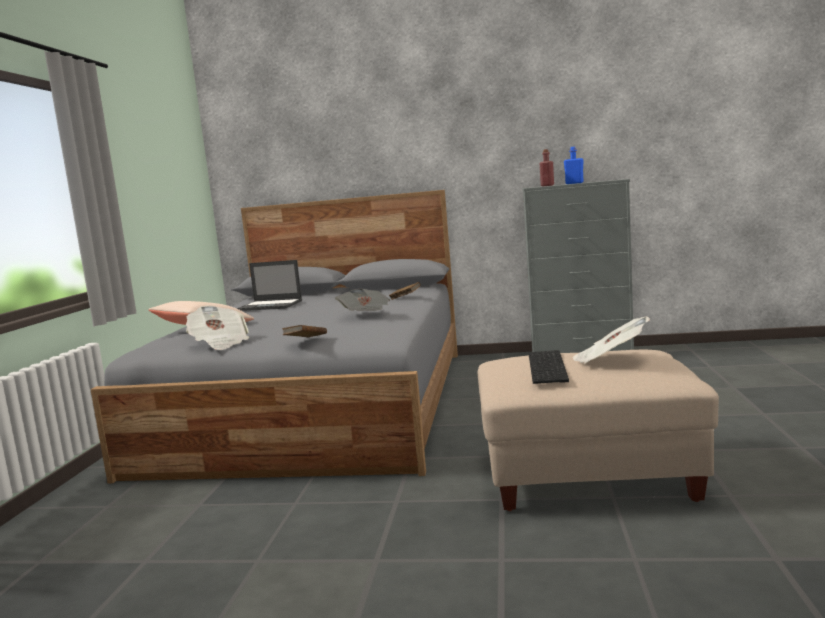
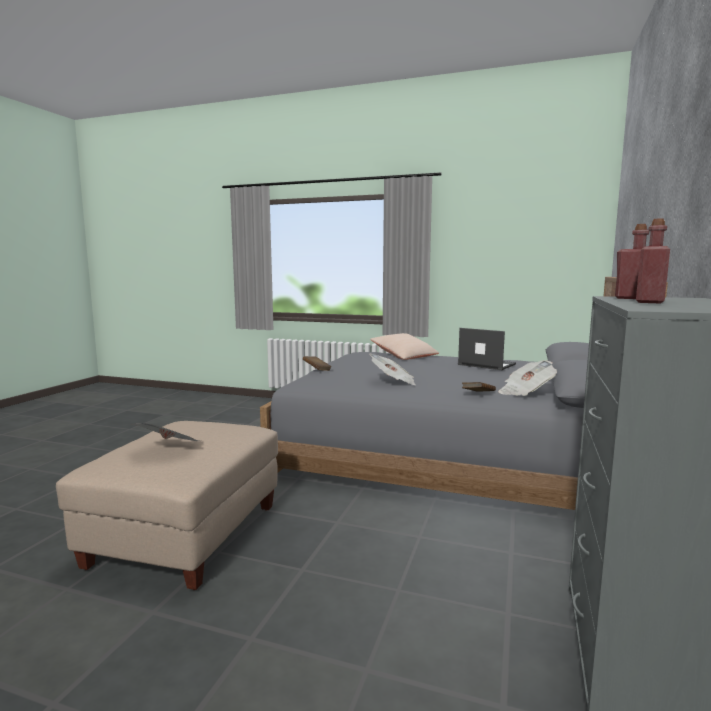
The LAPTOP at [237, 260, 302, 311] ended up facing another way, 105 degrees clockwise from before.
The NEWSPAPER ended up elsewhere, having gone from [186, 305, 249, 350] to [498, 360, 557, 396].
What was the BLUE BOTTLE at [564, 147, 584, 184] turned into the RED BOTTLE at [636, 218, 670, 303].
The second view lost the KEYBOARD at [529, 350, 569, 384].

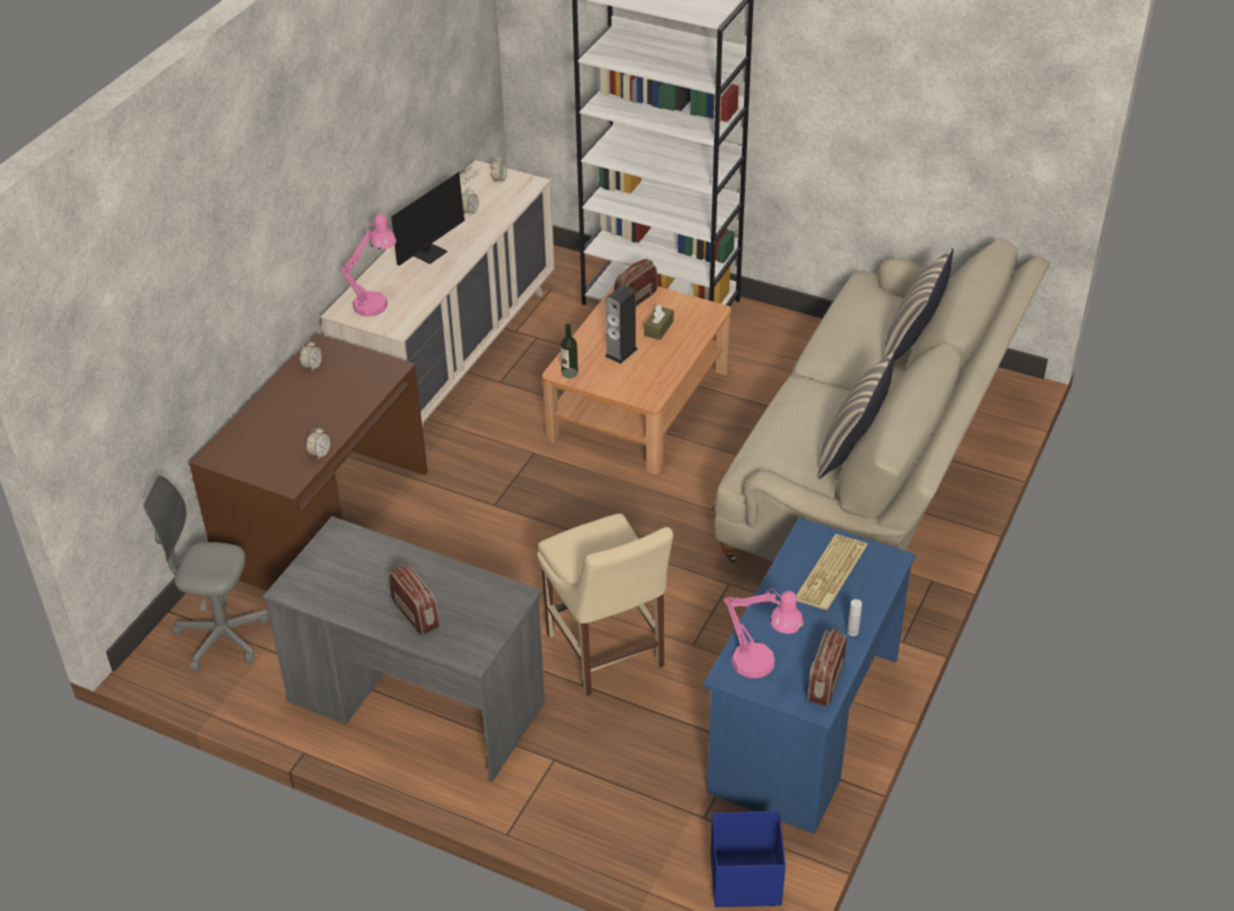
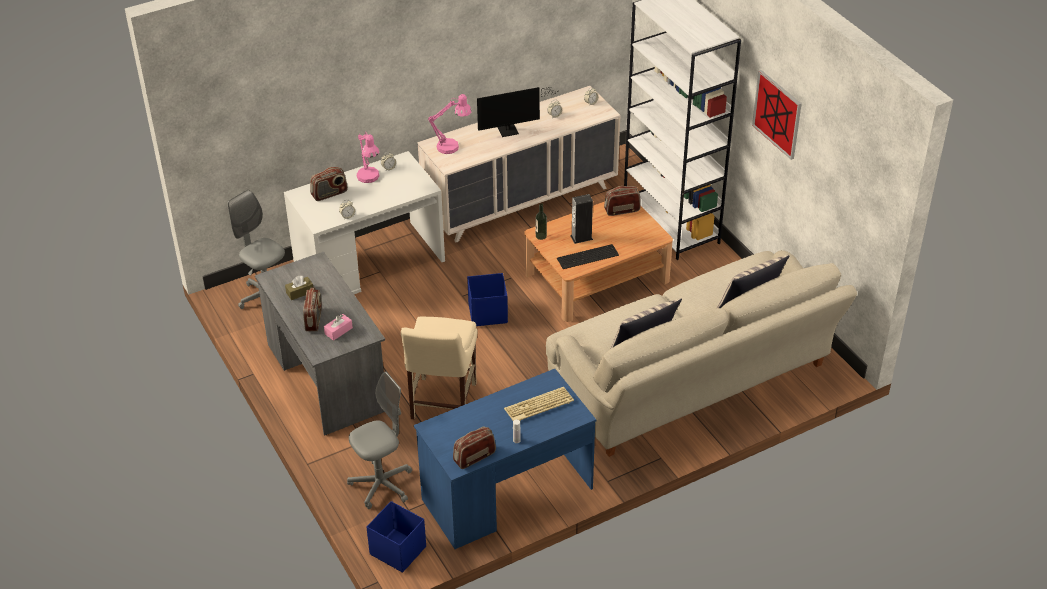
What was the BROWN DESK at [189, 333, 428, 591] turned into the WHITE DESK at [284, 151, 445, 294].
The BROWN TISSUE BOX ended up elsewhere, having gone from [644, 304, 674, 340] to [285, 276, 313, 300].
The second view gained the RADIO at [310, 167, 348, 201].
The second view gained the PINK TISSUE BOX at [324, 314, 353, 341].
The second view gained the GREY OFFICE CHAIR at [347, 371, 412, 509].
The PINK TABLE LAMP ended up elsewhere, having gone from [724, 589, 804, 678] to [356, 132, 379, 183].
The second view gained the BLUE STORAGE BOX at [467, 273, 508, 326].
The second view gained the KEYBOARD at [557, 244, 619, 269].
The second view gained the PICTURE at [752, 70, 801, 160].

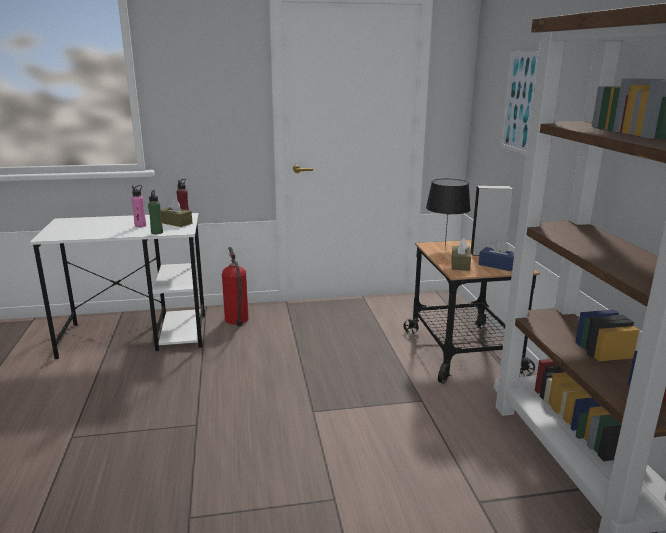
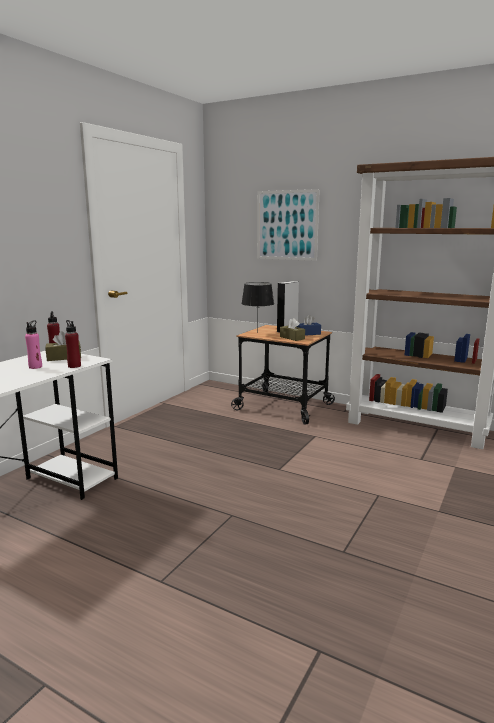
What was the GREEN BOTTLE at [148, 190, 163, 234] turned into the RED BOTTLE at [65, 320, 81, 368].
The second view lost the FIRE EXTINGUISHER at [222, 247, 249, 326].

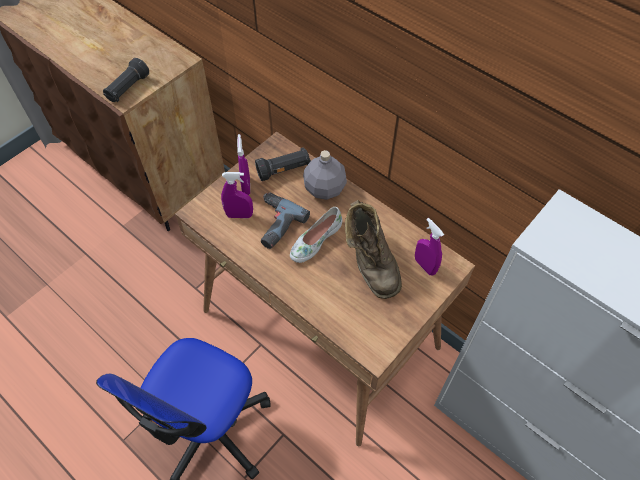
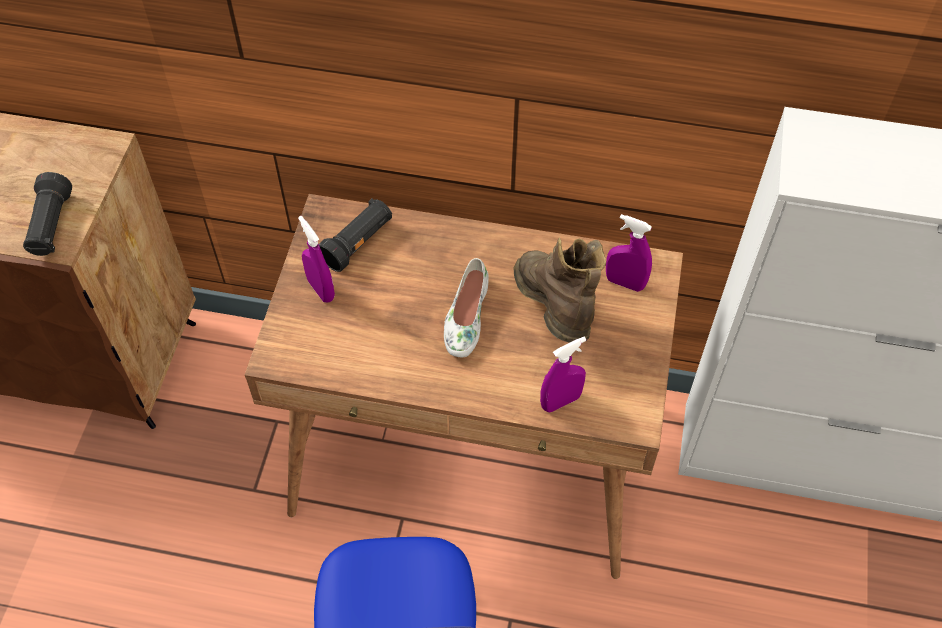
The BROWN BOOT at [345, 200, 402, 299] ended up facing another way, 150 degrees counterclockwise from before.
The PURPLE SPRAY BOTTLE ended up elsewhere, having gone from [221, 172, 253, 218] to [540, 337, 586, 413].
The second view lost the POWER DRILL at [261, 193, 310, 249].
The second view lost the GREY BOTTLE at [303, 150, 347, 200].

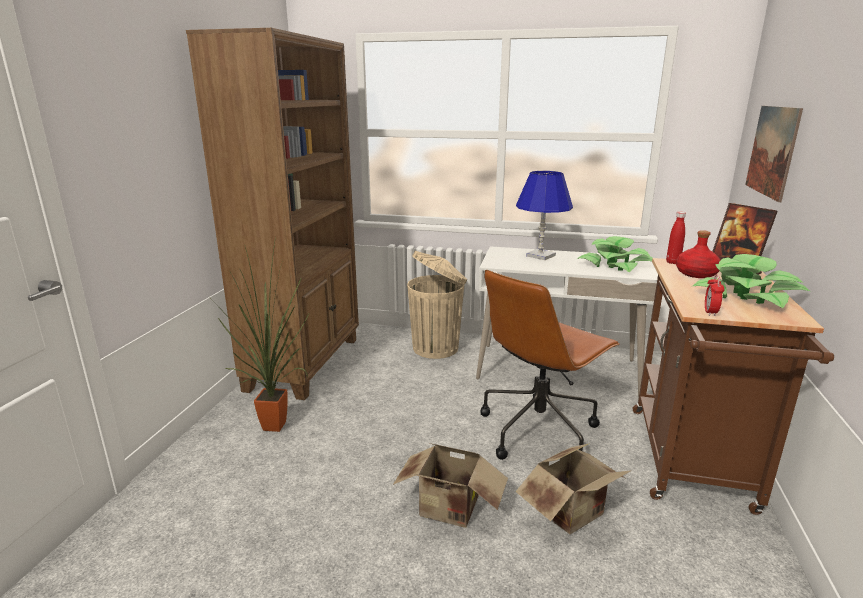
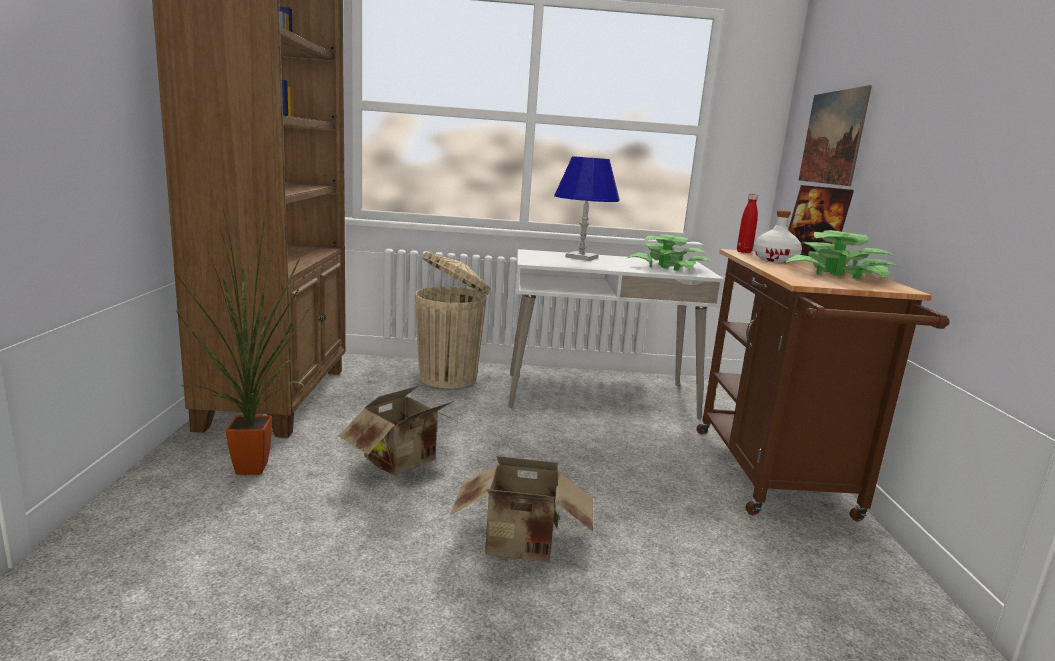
The CARDBOARD BOX ended up elsewhere, having gone from [516, 443, 632, 534] to [339, 385, 459, 475].
What was the RED BOTTLE at [676, 230, 721, 278] turned into the WHITE BOTTLE at [753, 210, 802, 263].
The second view lost the BROWN OFFICE CHAIR at [481, 270, 620, 460].
The second view lost the ALARM CLOCK at [705, 274, 724, 317].

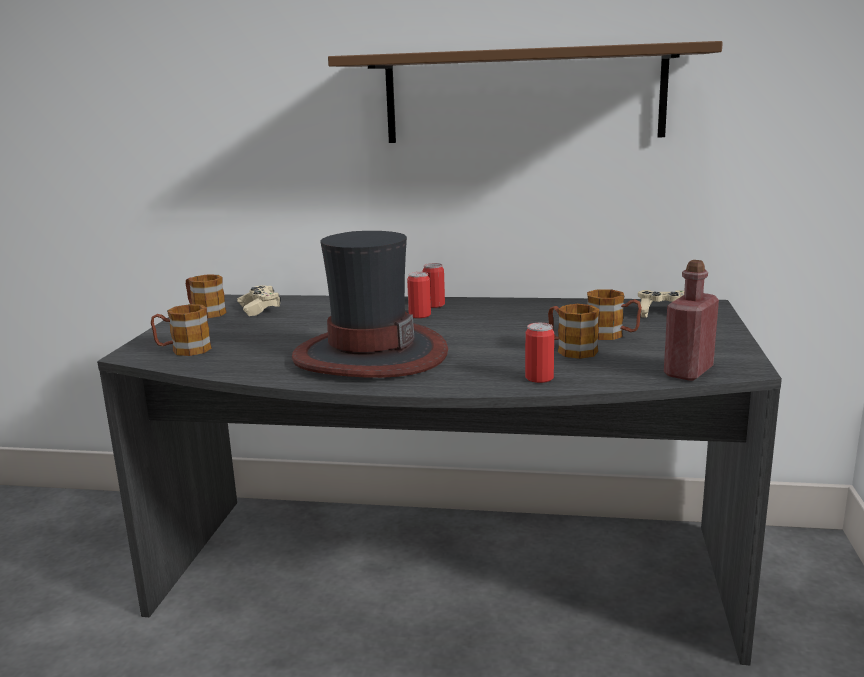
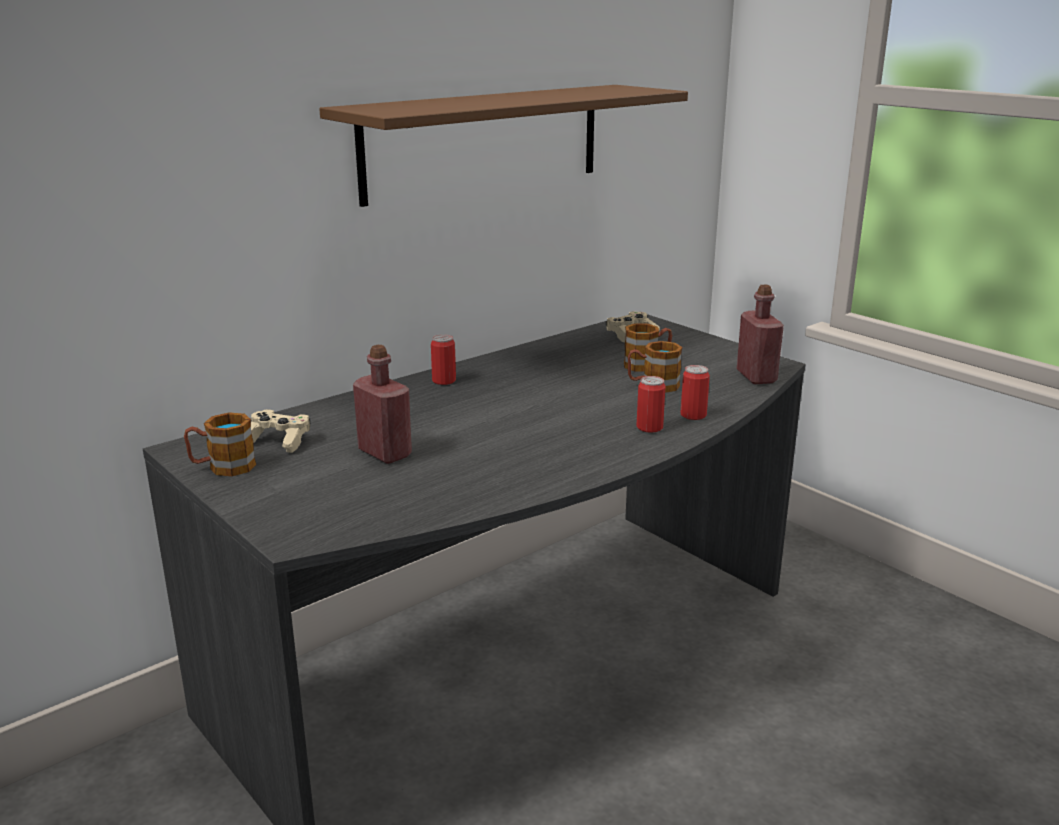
The second view gained the RED BOTTLE at [353, 345, 412, 464].
The CAN ended up elsewhere, having gone from [407, 272, 431, 318] to [636, 376, 665, 433].
The second view lost the MUG at [151, 304, 212, 356].
The second view lost the HAT at [292, 231, 448, 378].

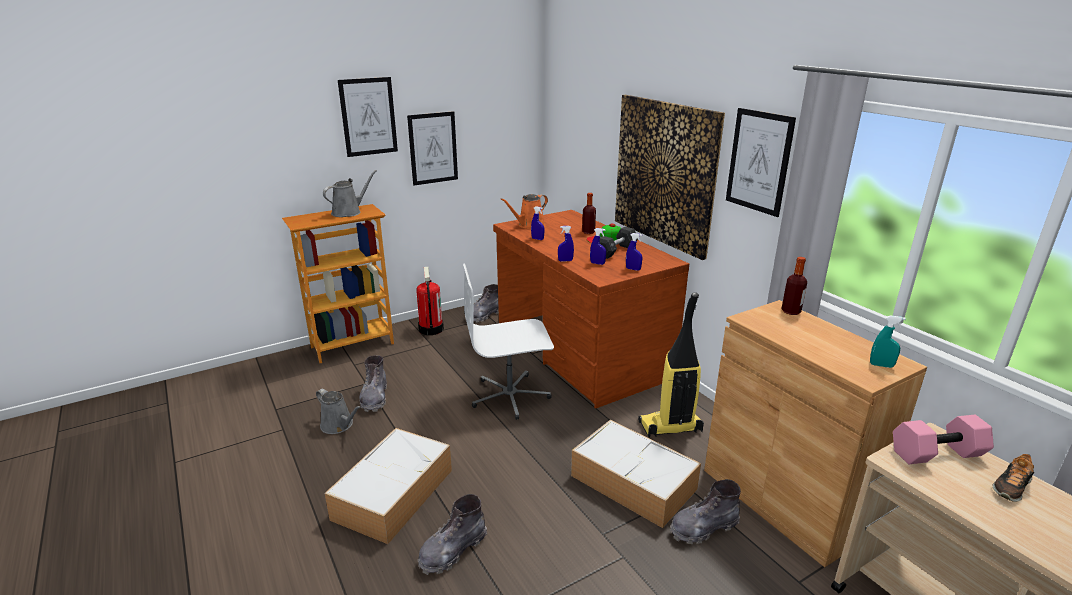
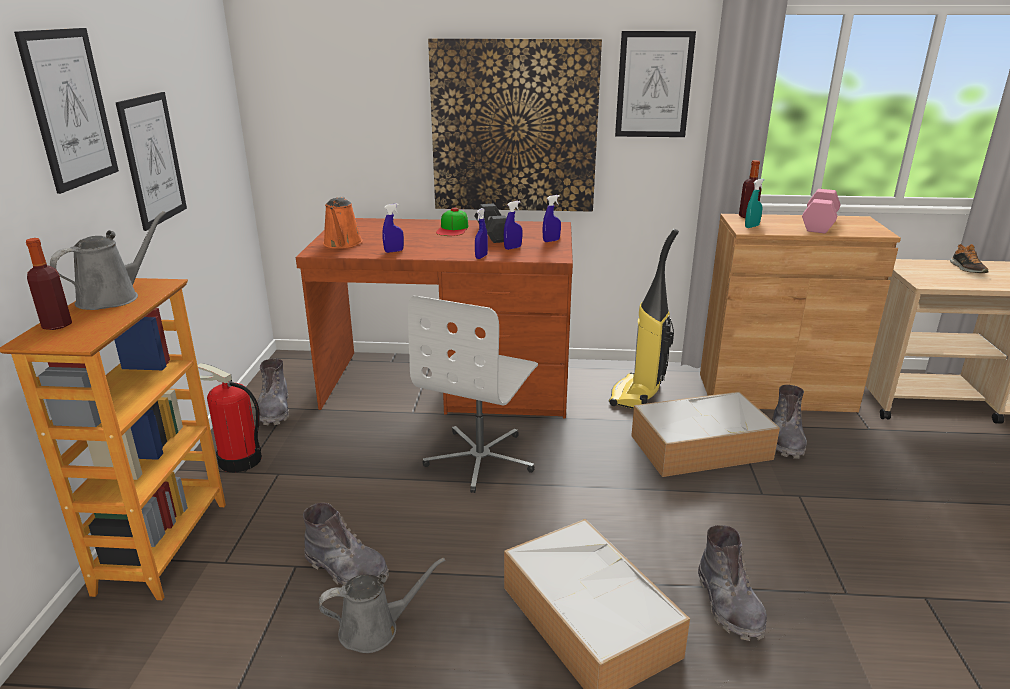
The BOTTLE ended up elsewhere, having gone from [582, 193, 596, 234] to [26, 238, 72, 330].
The GREY WATERING CAN at [323, 170, 377, 217] ended up facing another way, 45 degrees clockwise from before.
The TURQUOISE SPRAY BOTTLE ended up elsewhere, having gone from [870, 315, 906, 368] to [745, 179, 765, 228].
The PINK DUMBBELL ended up elsewhere, having gone from [893, 414, 994, 464] to [802, 189, 840, 233].

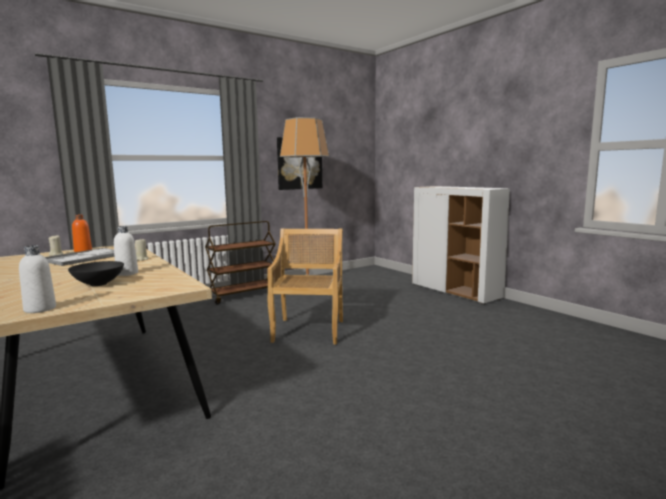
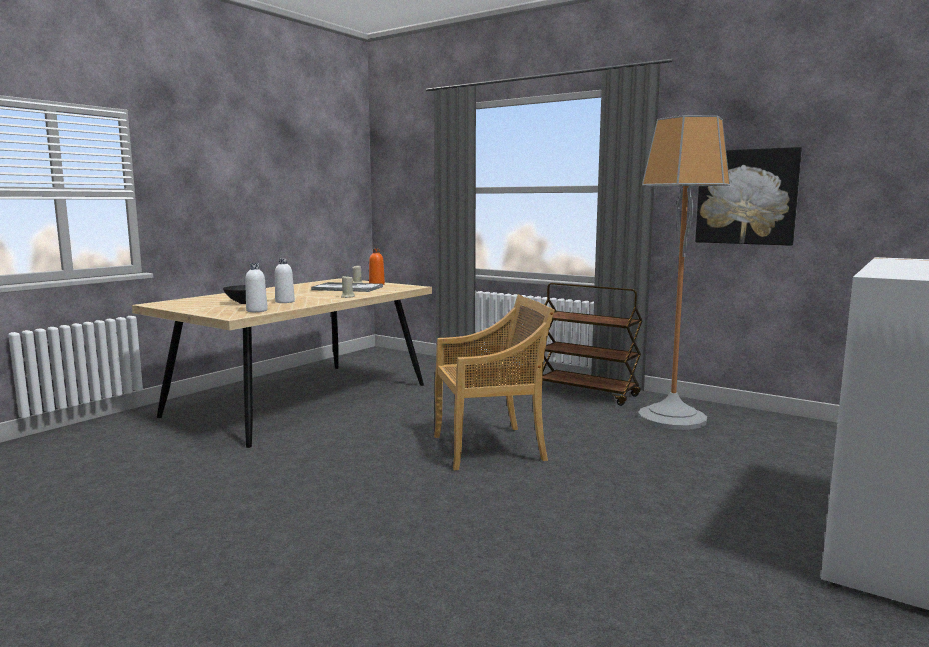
The WHITE BOTTLE ended up elsewhere, having gone from [19, 245, 56, 313] to [245, 263, 268, 312].

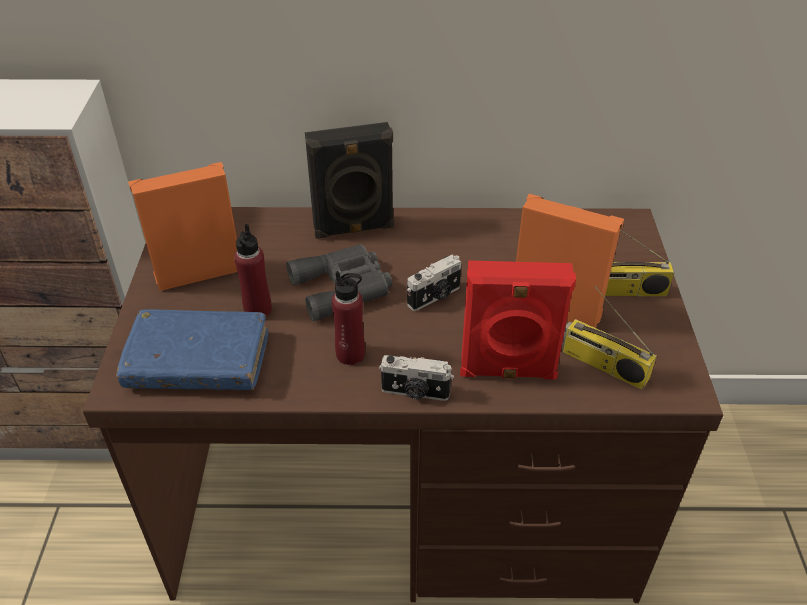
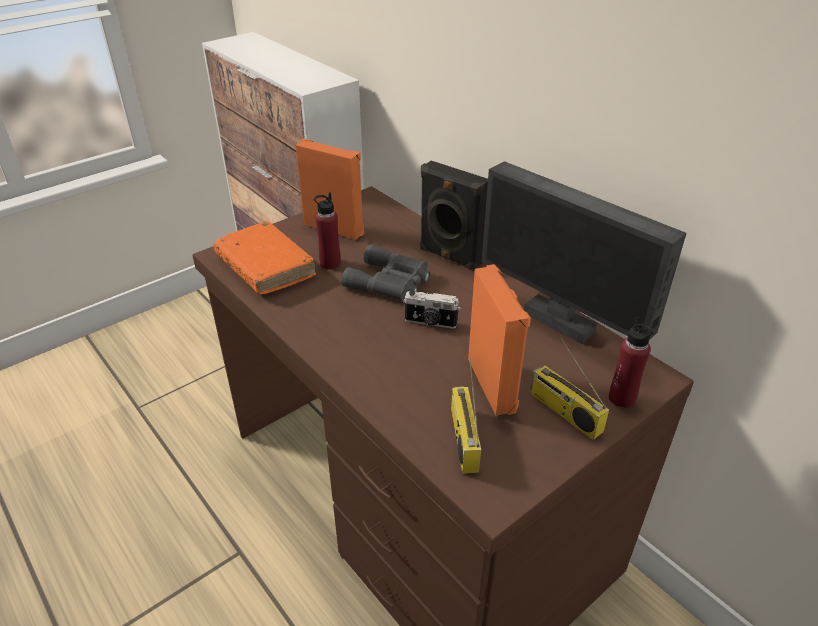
What was the BLUE BOOK at [116, 309, 268, 390] turned into the ORANGE BOOK at [214, 221, 316, 295].
The second view gained the MONITOR at [482, 161, 686, 344].
The RED BOTTLE ended up elsewhere, having gone from [332, 271, 365, 365] to [609, 317, 654, 408].
The second view lost the PHOTO CAMERA at [379, 355, 454, 401].
The second view lost the RED SPEAKER at [460, 260, 576, 379].

